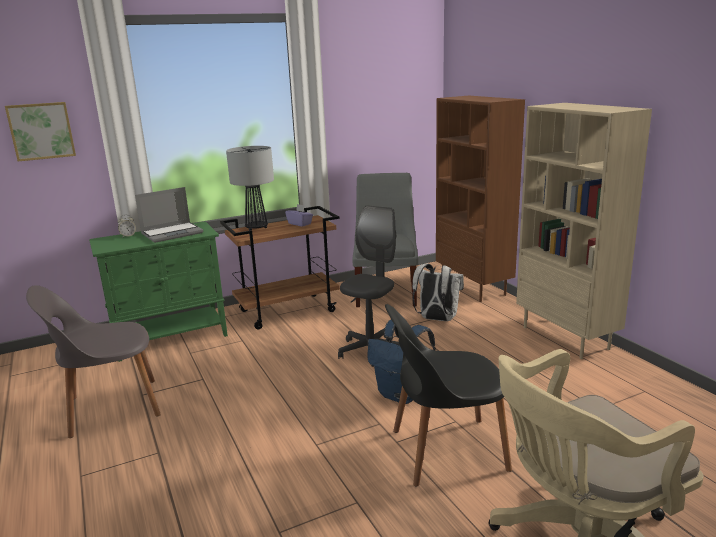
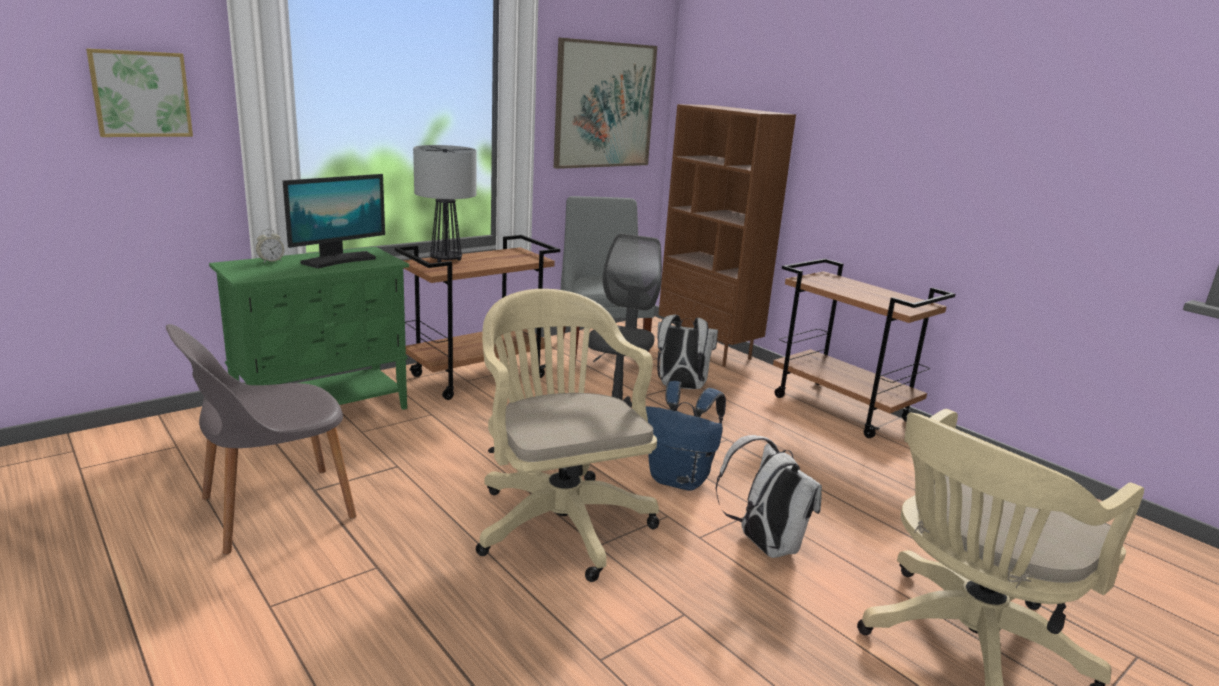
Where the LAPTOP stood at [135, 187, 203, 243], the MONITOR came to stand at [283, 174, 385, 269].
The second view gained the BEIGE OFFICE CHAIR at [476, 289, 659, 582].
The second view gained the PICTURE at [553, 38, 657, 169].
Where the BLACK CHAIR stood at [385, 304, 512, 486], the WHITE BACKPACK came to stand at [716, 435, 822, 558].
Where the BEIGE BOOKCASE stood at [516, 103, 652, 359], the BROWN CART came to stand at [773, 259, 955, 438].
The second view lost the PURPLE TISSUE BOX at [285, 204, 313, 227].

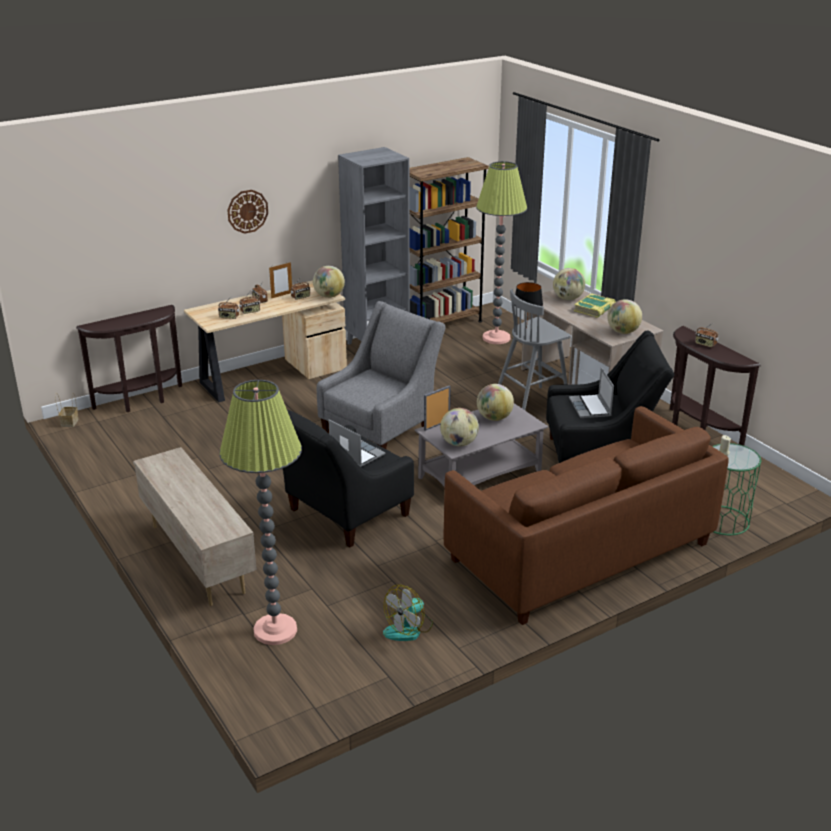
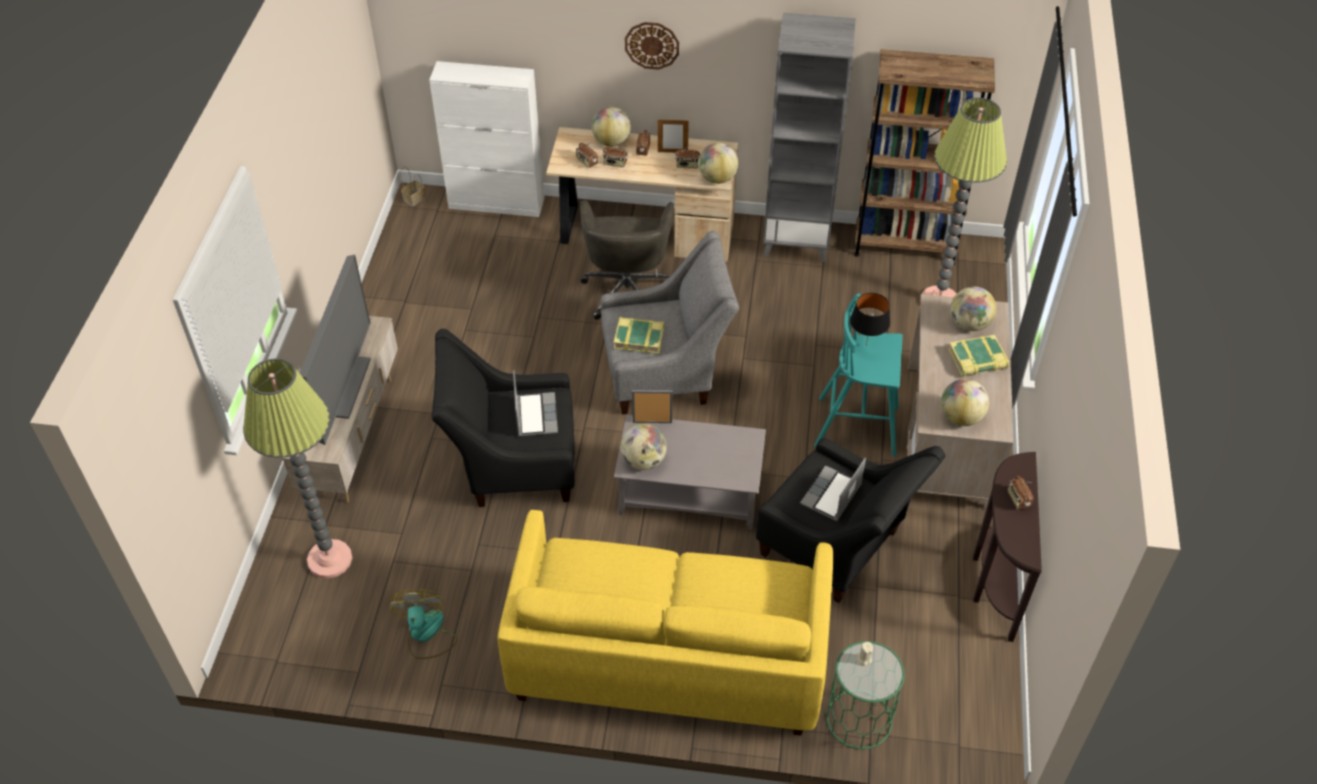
The second view gained the TELEVISION at [300, 254, 371, 445].
The FAN at [383, 585, 433, 641] ended up facing another way, 90 degrees clockwise from before.
Where the BROWN CONSOLE TABLE stood at [76, 305, 182, 412], the WHITE CABINET came to stand at [429, 61, 544, 217].
What was the BROWN SOFA at [444, 406, 729, 625] turned into the YELLOW SOFA at [498, 510, 833, 736].
The second view gained the GREY OFFICE CHAIR at [580, 200, 674, 319].
The GLOBE ended up elsewhere, having gone from [477, 384, 514, 421] to [592, 107, 631, 147].
The second view gained the BOOK at [614, 317, 665, 354].
What was the GREY STOOL at [498, 289, 571, 410] turned into the TURQUOISE STOOL at [814, 293, 903, 457].

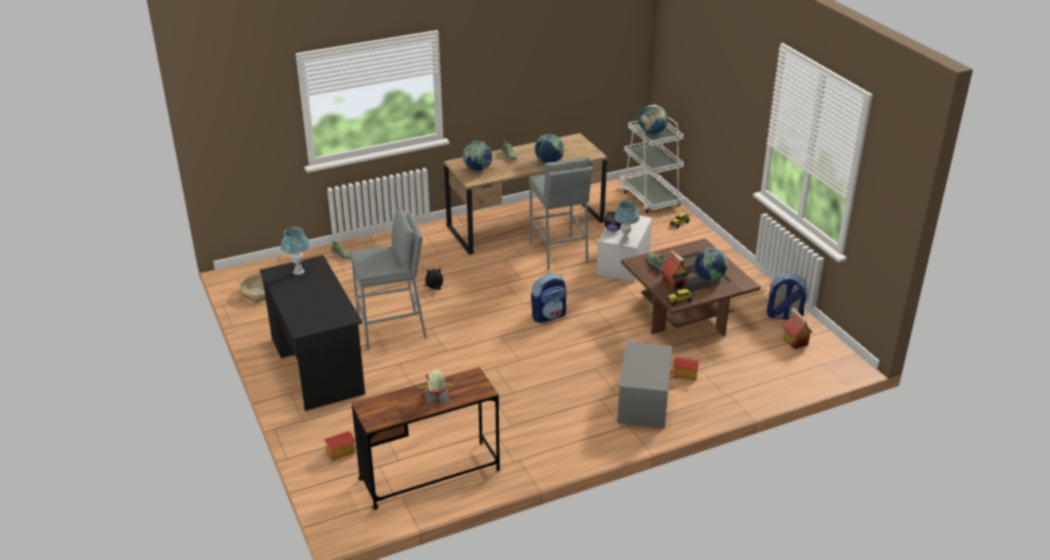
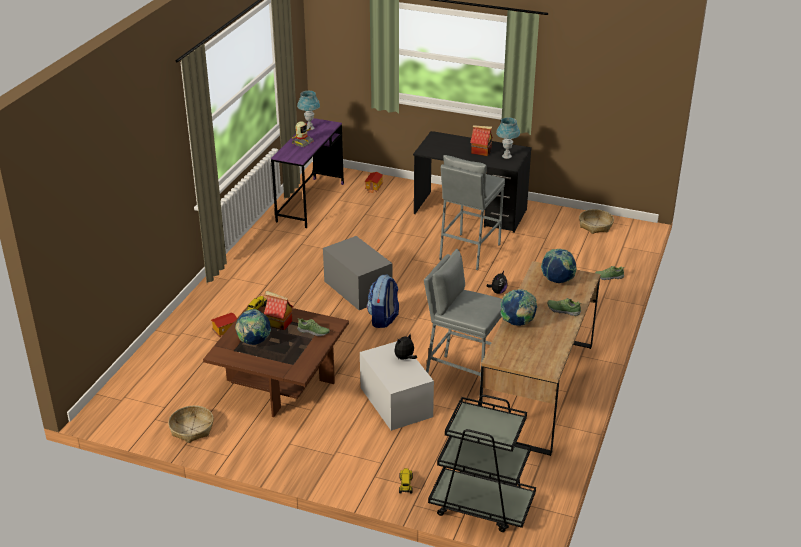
Where the BACKPACK stood at [767, 273, 807, 320], the BASKET came to stand at [168, 406, 214, 443].
What was the BROWN DESK at [351, 367, 500, 510] turned into the PURPLE DESK at [271, 118, 344, 228].
The BLUE TABLE LAMP ended up elsewhere, having gone from [614, 201, 640, 244] to [297, 91, 320, 130].
The GREY STORAGE BOX ended up elsewhere, having gone from [617, 341, 672, 428] to [323, 236, 393, 310].
What was the WHITE CART at [620, 117, 684, 213] turned into the BLACK CART at [428, 395, 536, 532].
The TOY HOUSE ended up elsewhere, having gone from [783, 308, 813, 349] to [470, 125, 493, 156].
The second view lost the GLOBE at [639, 105, 668, 134].

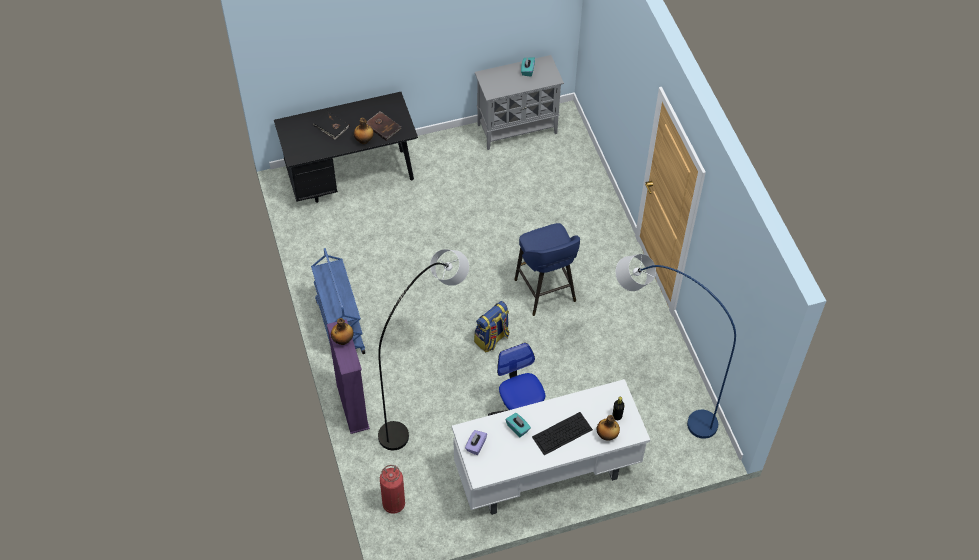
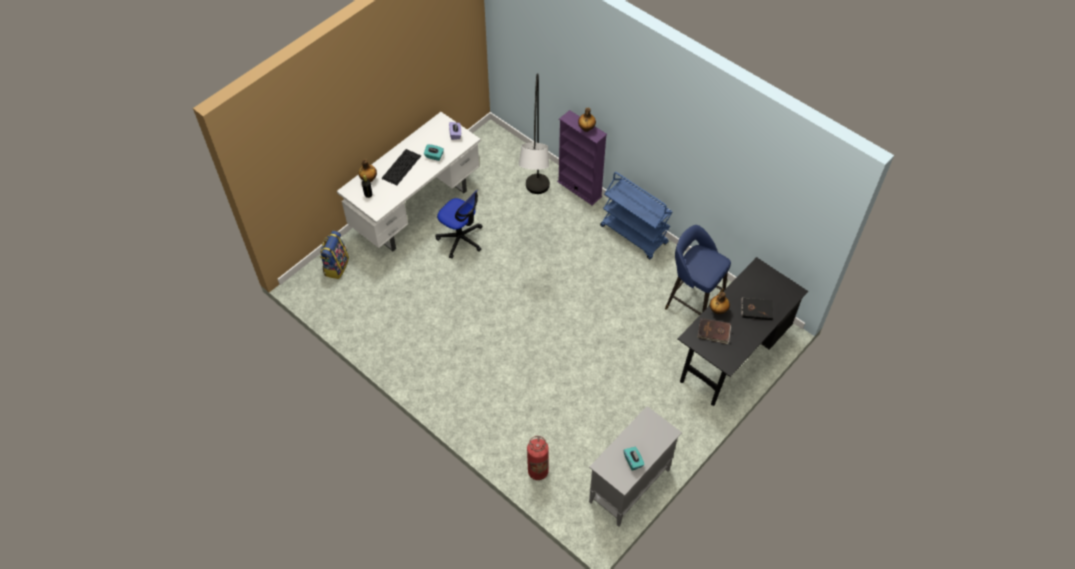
The BACKPACK ended up elsewhere, having gone from [474, 301, 509, 352] to [320, 231, 349, 279].
The FIRE EXTINGUISHER ended up elsewhere, having gone from [380, 465, 405, 514] to [527, 436, 549, 480].
The BLUE STOOL ended up elsewhere, having gone from [514, 223, 580, 316] to [665, 225, 731, 315].
The second view lost the BLUE FLOOR LAMP at [616, 254, 736, 439].

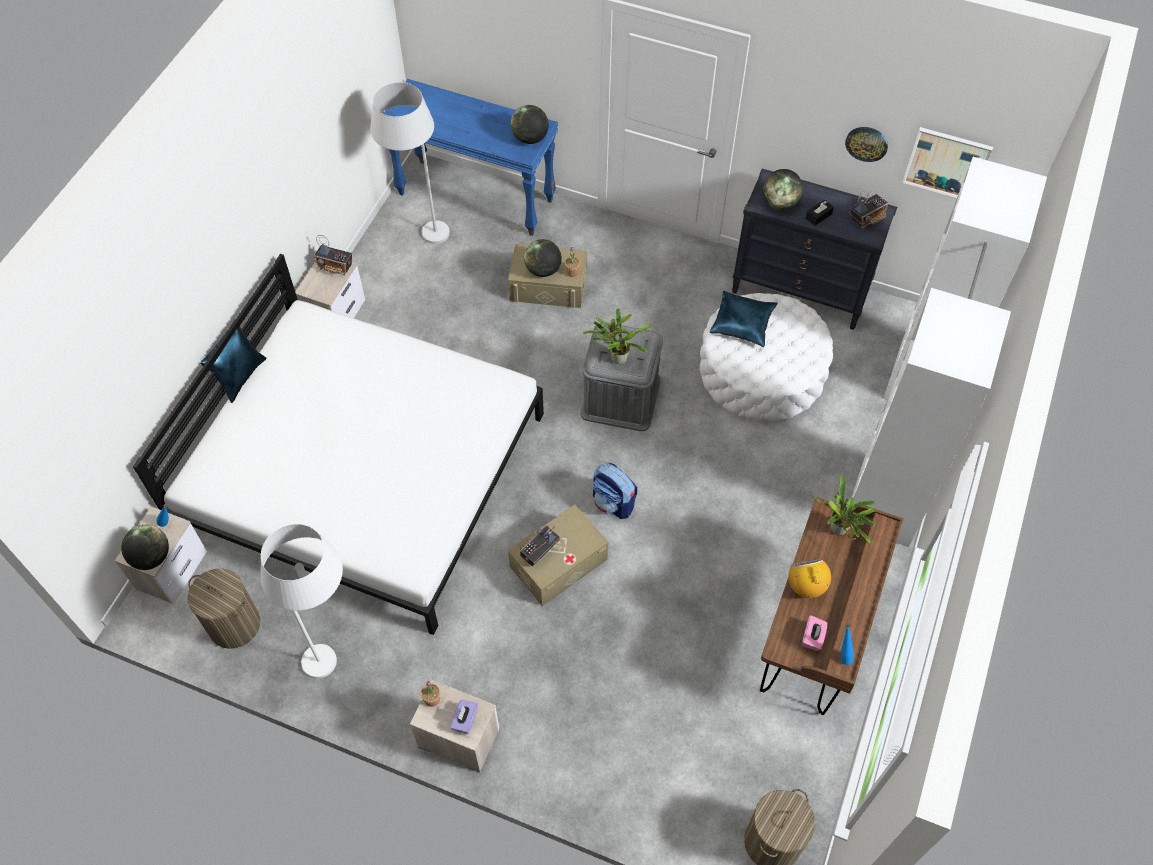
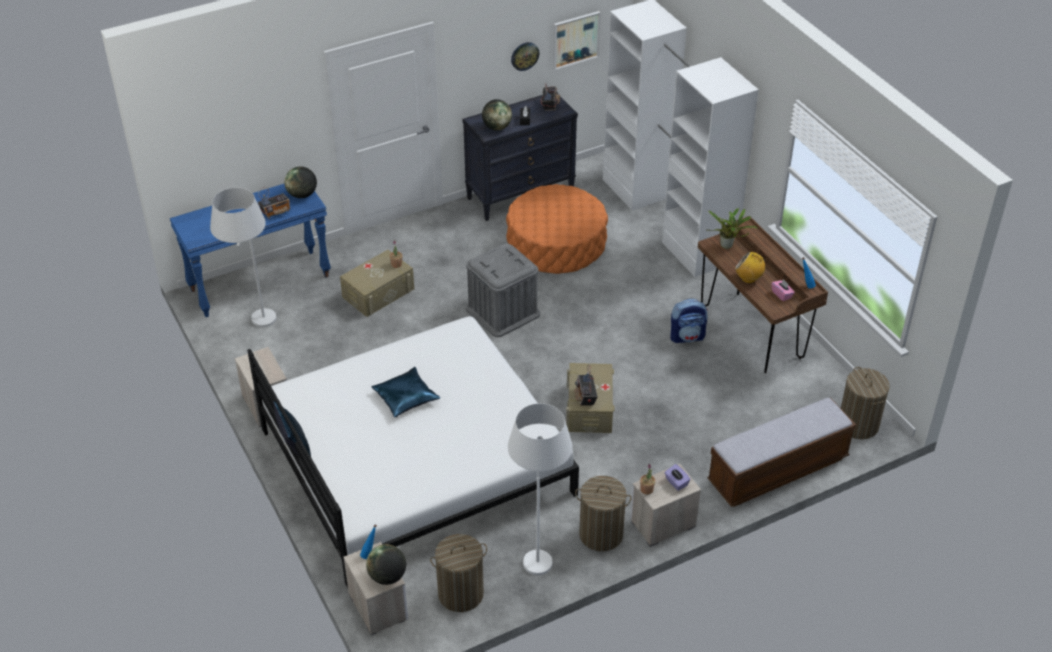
The RADIO ended up elsewhere, having gone from [314, 235, 352, 275] to [258, 187, 290, 219].
The BLUE PILLOW ended up elsewhere, having gone from [710, 291, 778, 347] to [372, 367, 440, 417].
What was the WHITE OTTOMAN at [700, 293, 833, 421] turned into the ORANGE OTTOMAN at [506, 184, 608, 274].
The second view gained the LAUNDRY BASKET at [575, 476, 632, 551].
The BACKPACK ended up elsewhere, having gone from [593, 462, 637, 519] to [670, 299, 708, 343].
The second view gained the BENCH at [707, 398, 856, 507].
The second view lost the GLOBE at [524, 239, 562, 277].
The second view lost the POTTED PLANT at [584, 308, 651, 364].

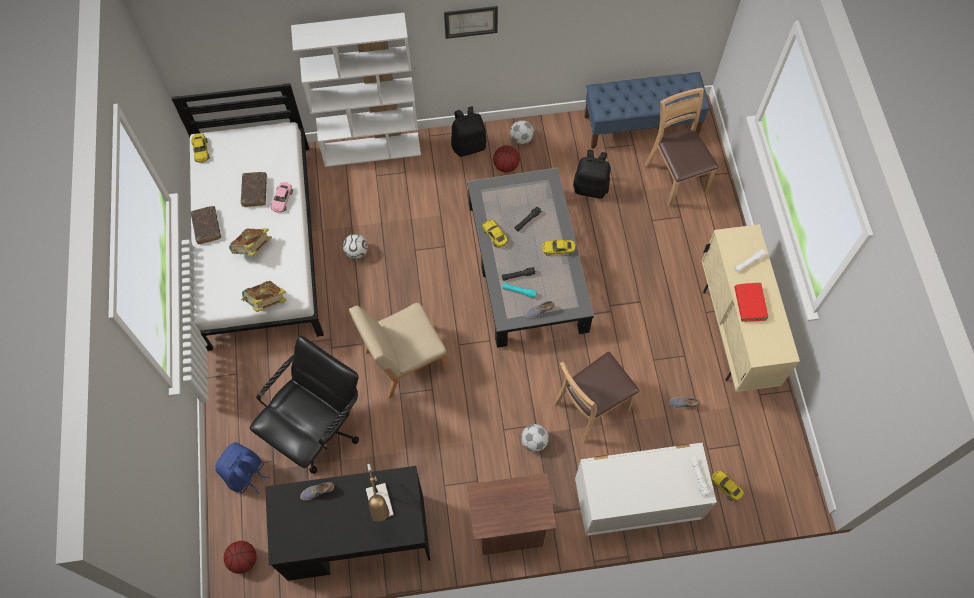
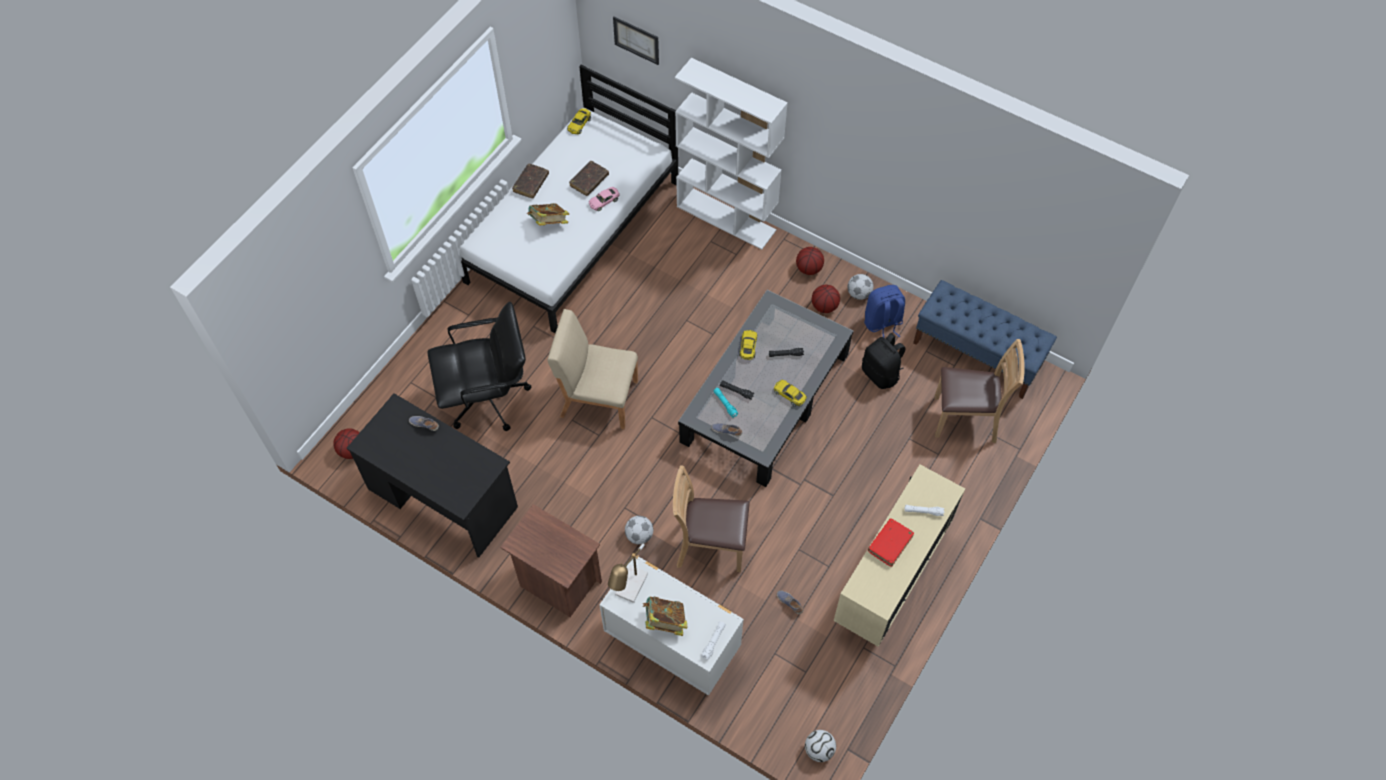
The TABLE LAMP ended up elsewhere, having gone from [366, 464, 394, 521] to [608, 544, 648, 603].
The PICTURE ended up elsewhere, having gone from [444, 6, 498, 39] to [613, 17, 659, 65].
The BOOK ended up elsewhere, having gone from [241, 281, 287, 312] to [643, 596, 688, 636].
Where the BLACK BACKPACK stood at [451, 106, 487, 157], the BASKETBALL came to stand at [796, 247, 824, 275].
The FOOTBALL ended up elsewhere, having gone from [343, 234, 368, 259] to [805, 730, 836, 762].
The BLUE BACKPACK ended up elsewhere, having gone from [215, 442, 270, 494] to [864, 285, 905, 338].
The BROWN CHAIR at [644, 88, 719, 206] ended up facing another way, 75 degrees clockwise from before.
The second view lost the YELLOW TOY CAR at [711, 470, 744, 501].

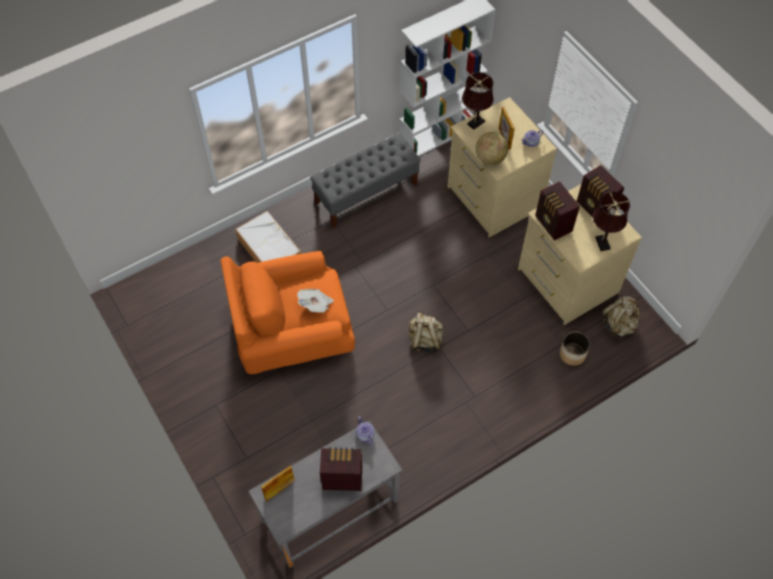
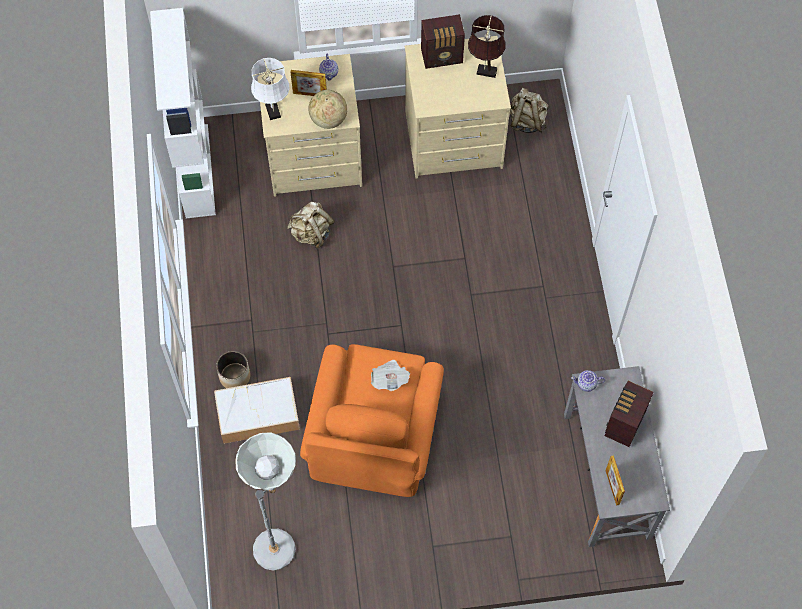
The PLANTER ended up elsewhere, having gone from [560, 332, 590, 366] to [216, 351, 250, 388].
The second view gained the GREY FLOOR LAMP at [235, 432, 296, 571].
What was the BROWN TABLE LAMP at [462, 72, 494, 130] turned into the WHITE TABLE LAMP at [251, 58, 290, 120].
The BEIGE BACKPACK ended up elsewhere, having gone from [408, 312, 444, 352] to [287, 202, 335, 249].
The second view lost the GREY BENCH at [310, 133, 421, 228].
The second view lost the RADIO at [535, 181, 580, 240].

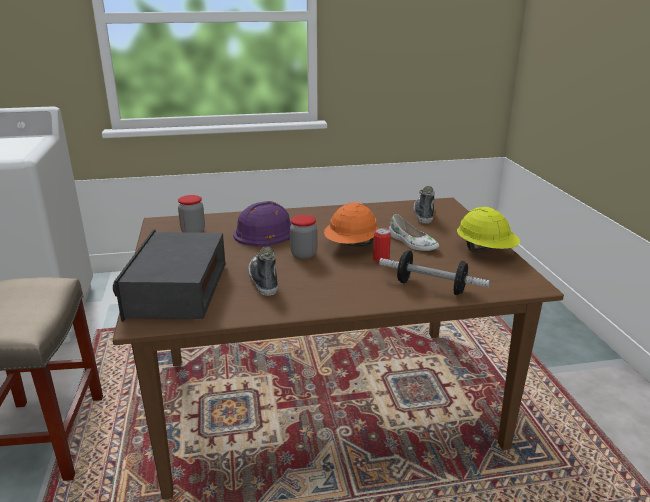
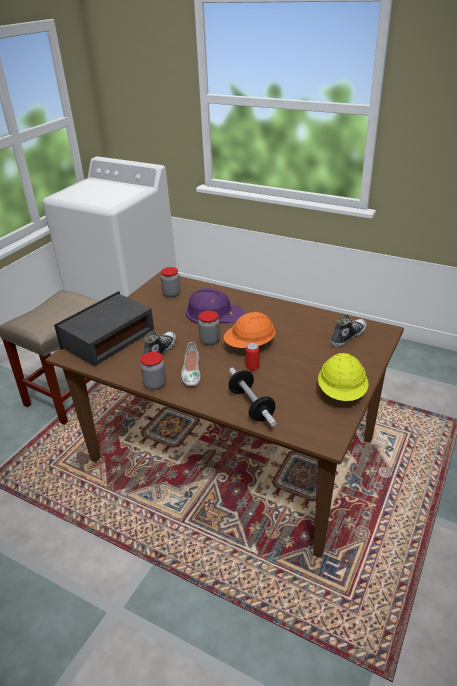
The second view gained the JAR at [140, 352, 166, 390].
The WHITE SHOE ended up elsewhere, having gone from [389, 214, 439, 251] to [181, 342, 201, 386].

